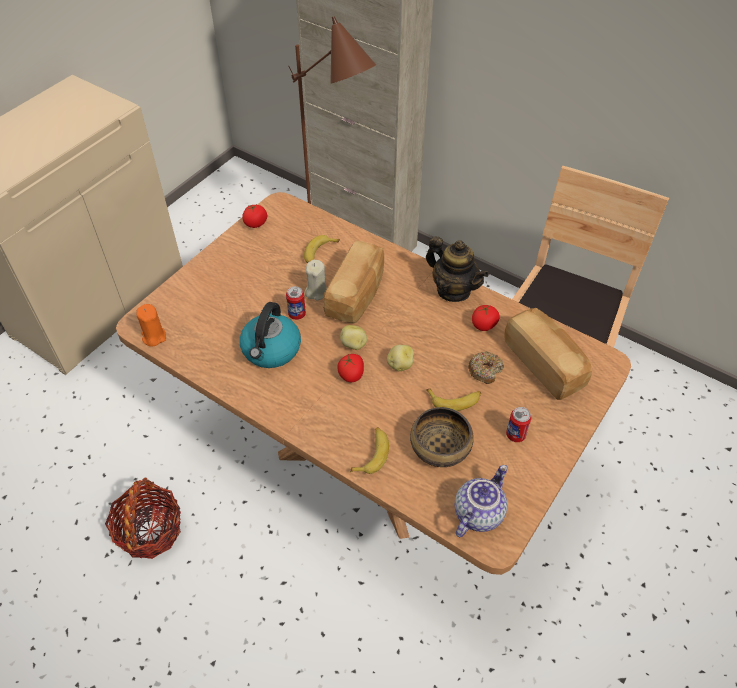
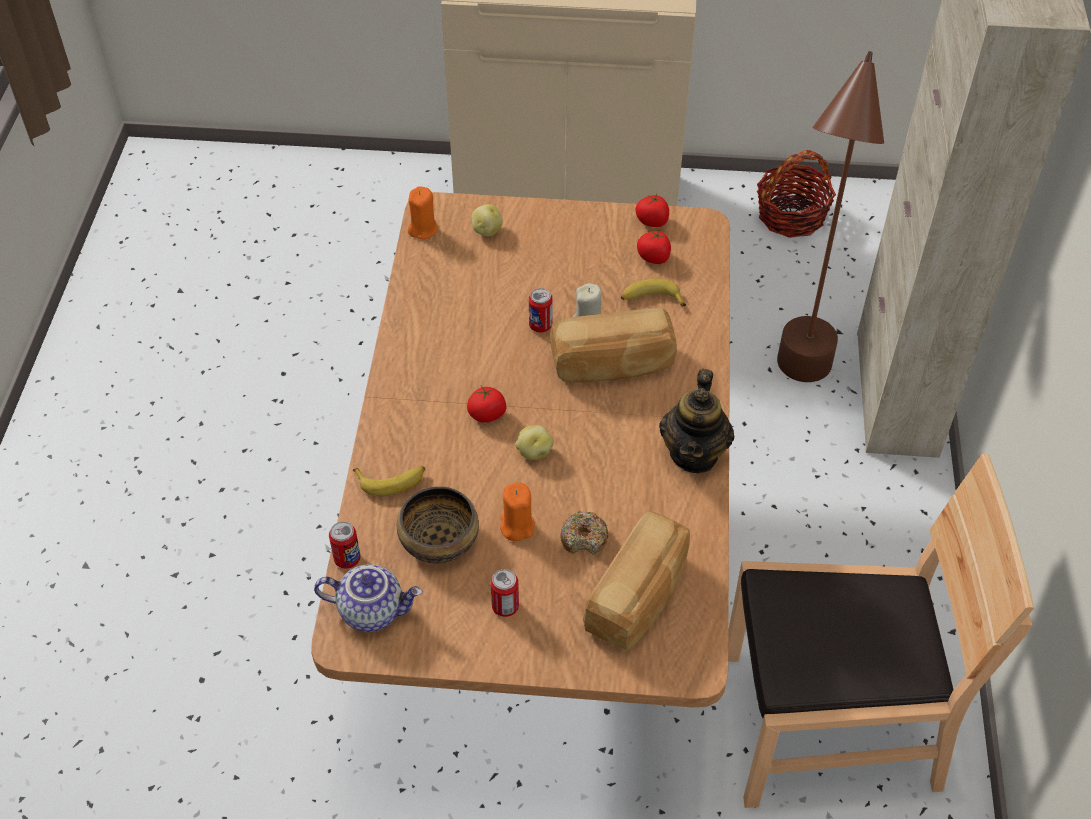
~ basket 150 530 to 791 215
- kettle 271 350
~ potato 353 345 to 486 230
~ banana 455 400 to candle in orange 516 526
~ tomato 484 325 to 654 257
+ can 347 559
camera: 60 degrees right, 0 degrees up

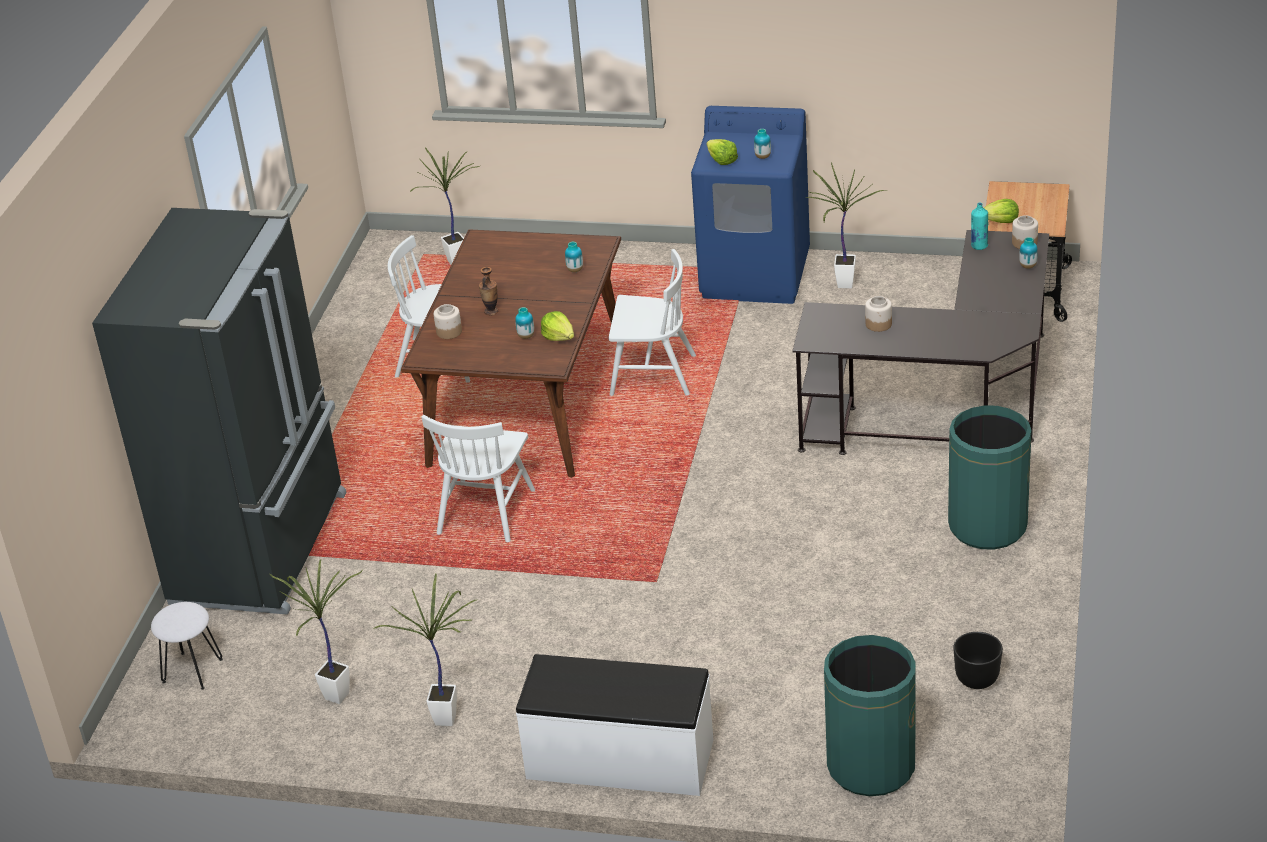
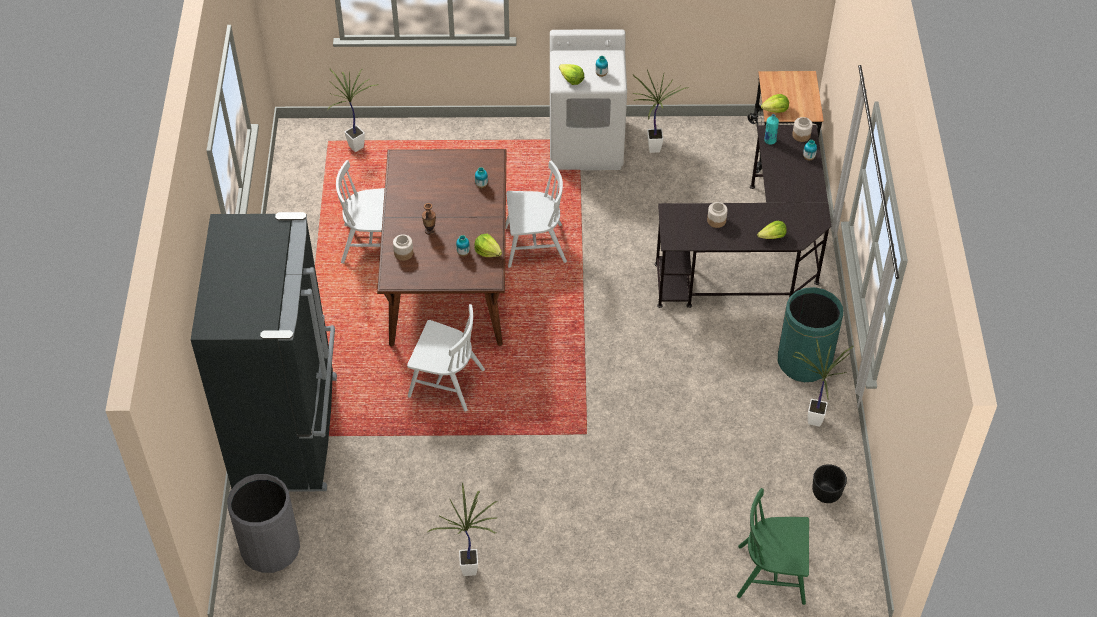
~ stool in white 193 670 to trash can in grey 271 548
~ potted plant 335 693 to 812 418
~ chair in white 485 511 = 446 382 75 degrees counterclockwise
- bench in white 619 760
~ washing machine in blue 756 275 to washing machine in white 586 144
~ trash can in green 870 766 to chair in green 772 574
+ lettuce 772 237
camera: 15 degrees left, 15 degrees up

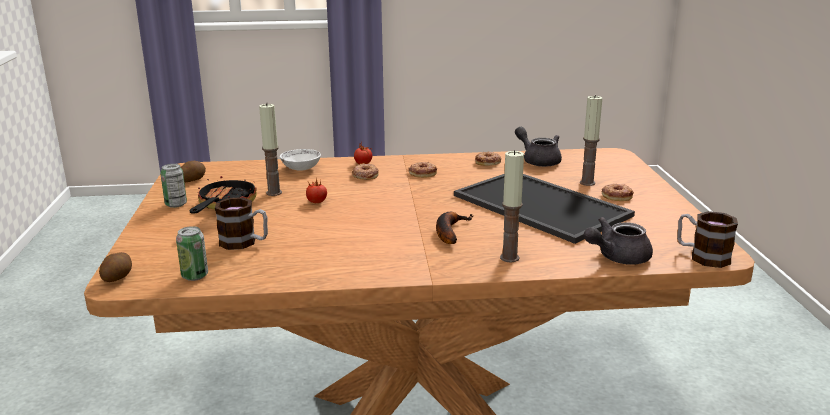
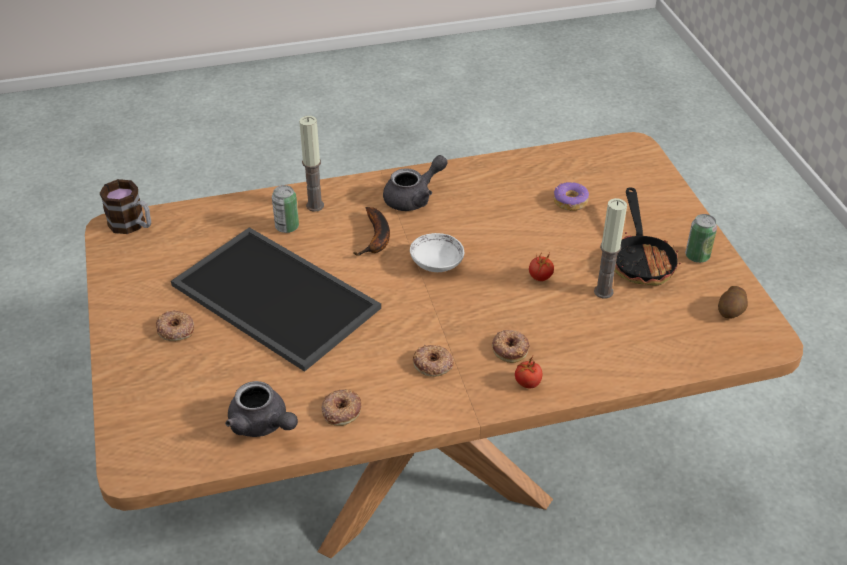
- potato 118 278
~ can 195 276 to 287 227
~ mug 244 243 to donut 570 202
~ bowl in white 301 168 to 436 264
- candle 587 183
~ teapot in grey 617 257 to 414 198
camera: 170 degrees right, 20 degrees up

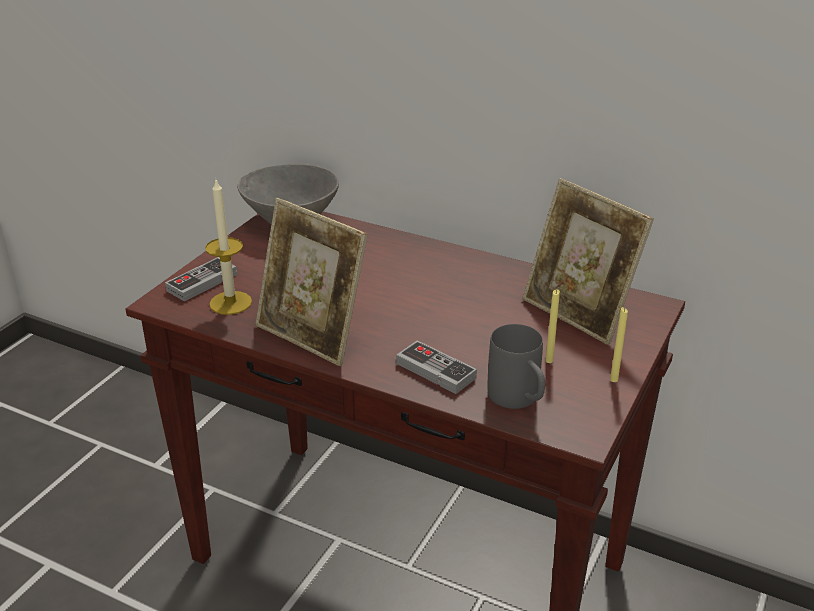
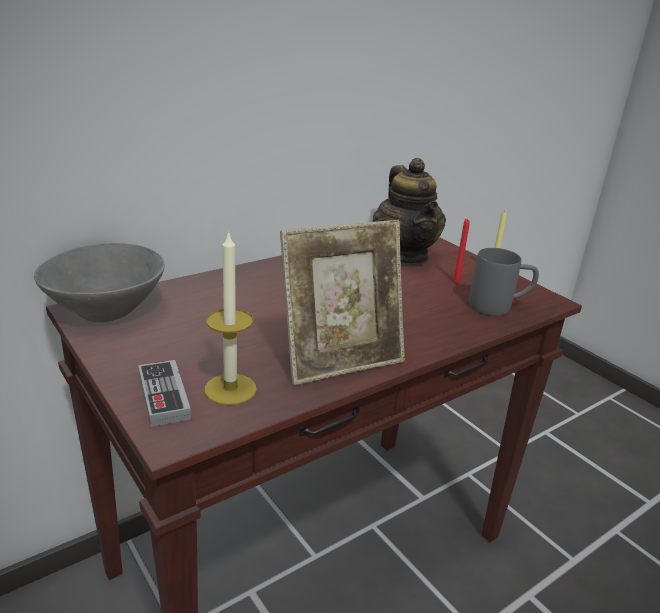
- game controller 435 371
~ picture frame 578 314 to teapot 405 255
~ candle in yellow 549 361 to candle in red 456 282
camera: 65 degrees left, 5 degrees down

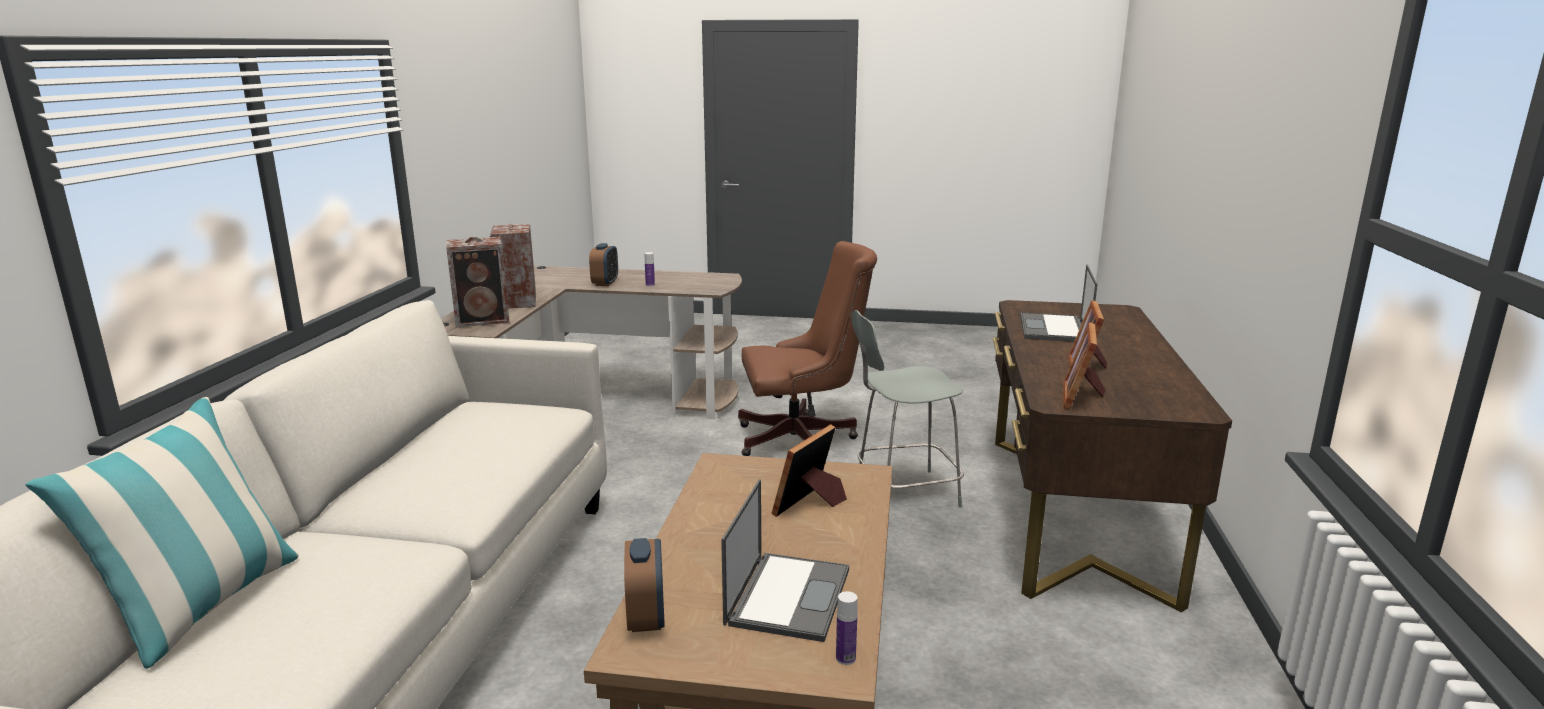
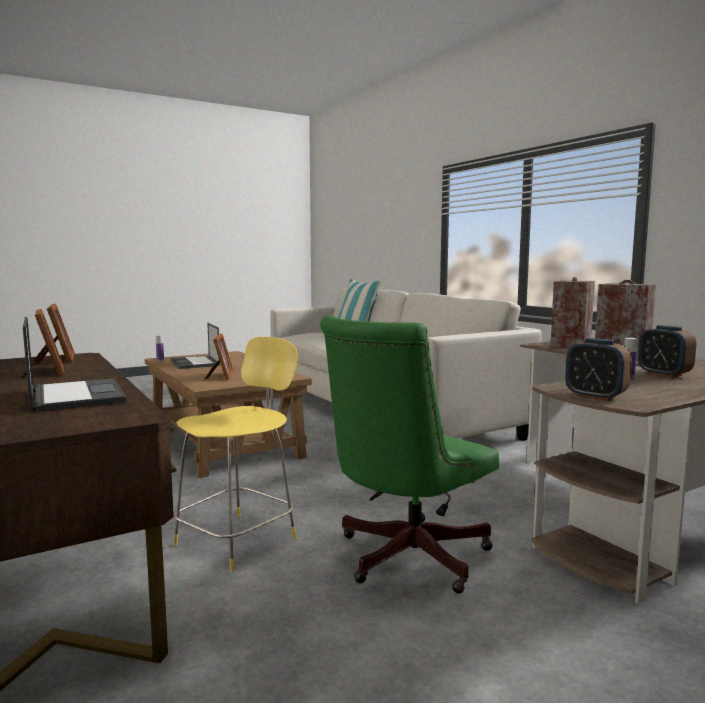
~ alarm clock 646 618 to 595 396
~ office chair in brown 803 440 to office chair in green 405 558
~ stool in grey 903 493 to stool in yellow 239 539
camera: 140 degrees right, 10 degrees down

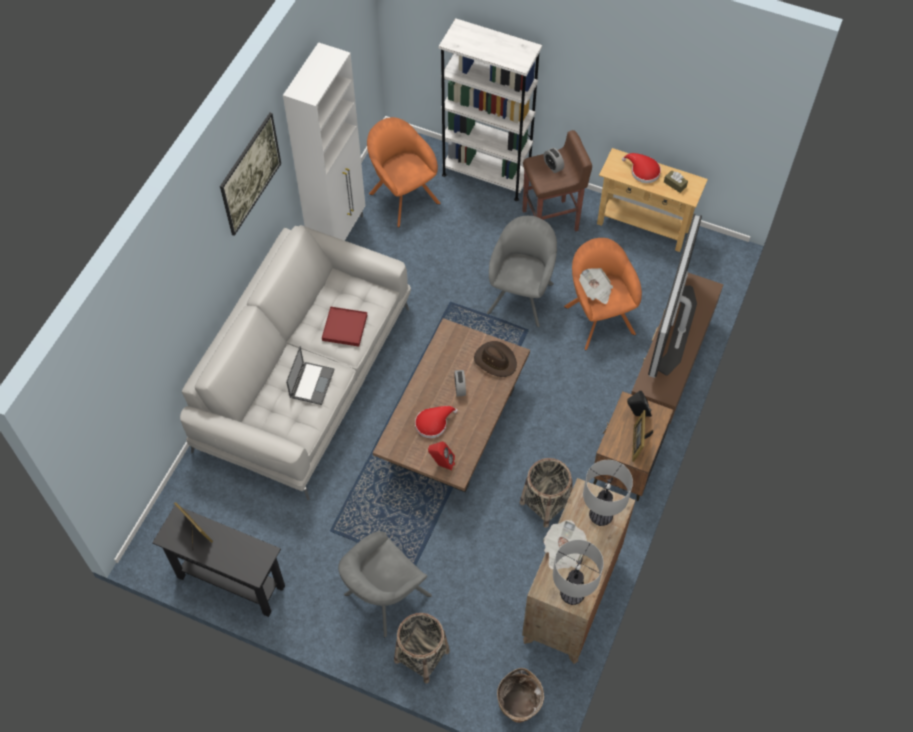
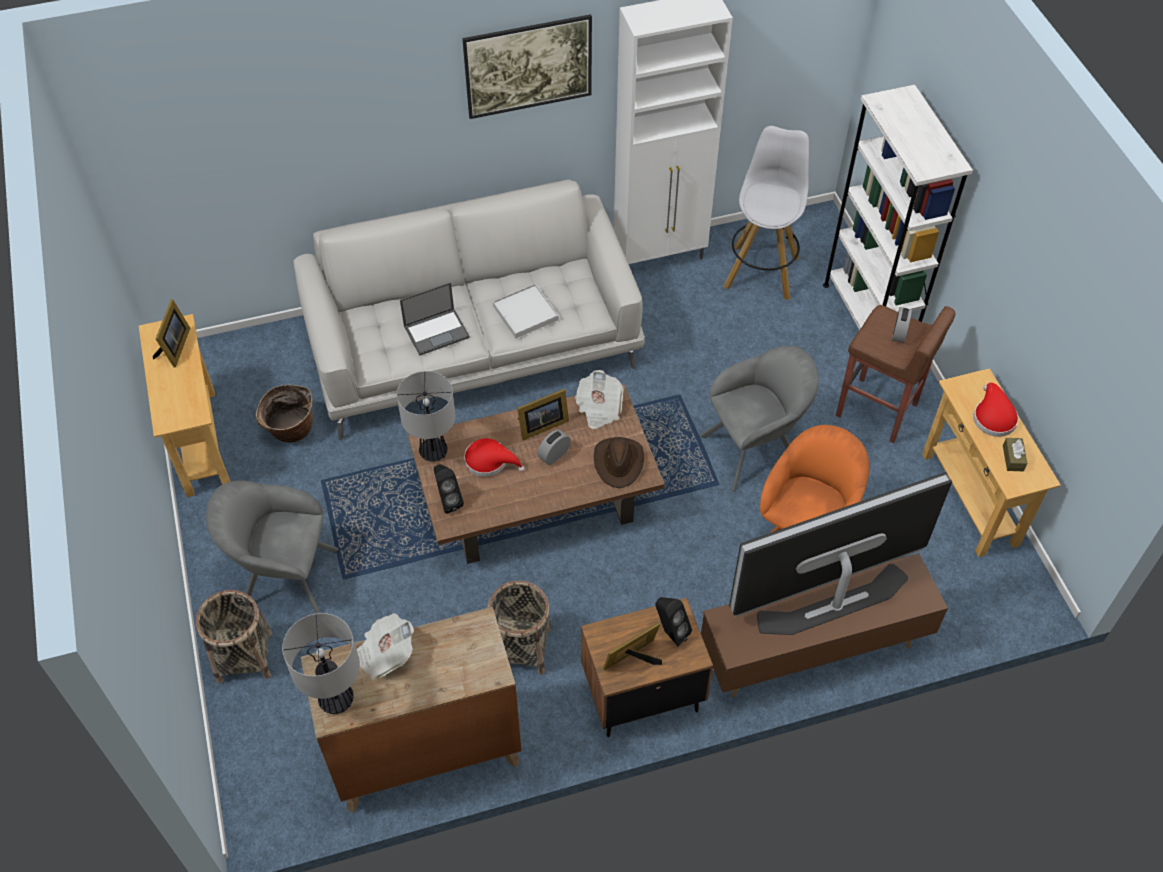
~ console table in black 231 581 to console table in beige 201 442
~ tray in red 345 327 to tray in white 525 313
~ armchair in orange 402 195 to stool in white 761 271
~ speaker in red 441 464 to speaker in black 448 501
~ basket 519 705 to 291 430
~ newspaper 595 290 to 599 408
~ table lamp 601 516 to 433 452
+ picture frame 541 426
camera: 50 degrees right, 5 degrees down

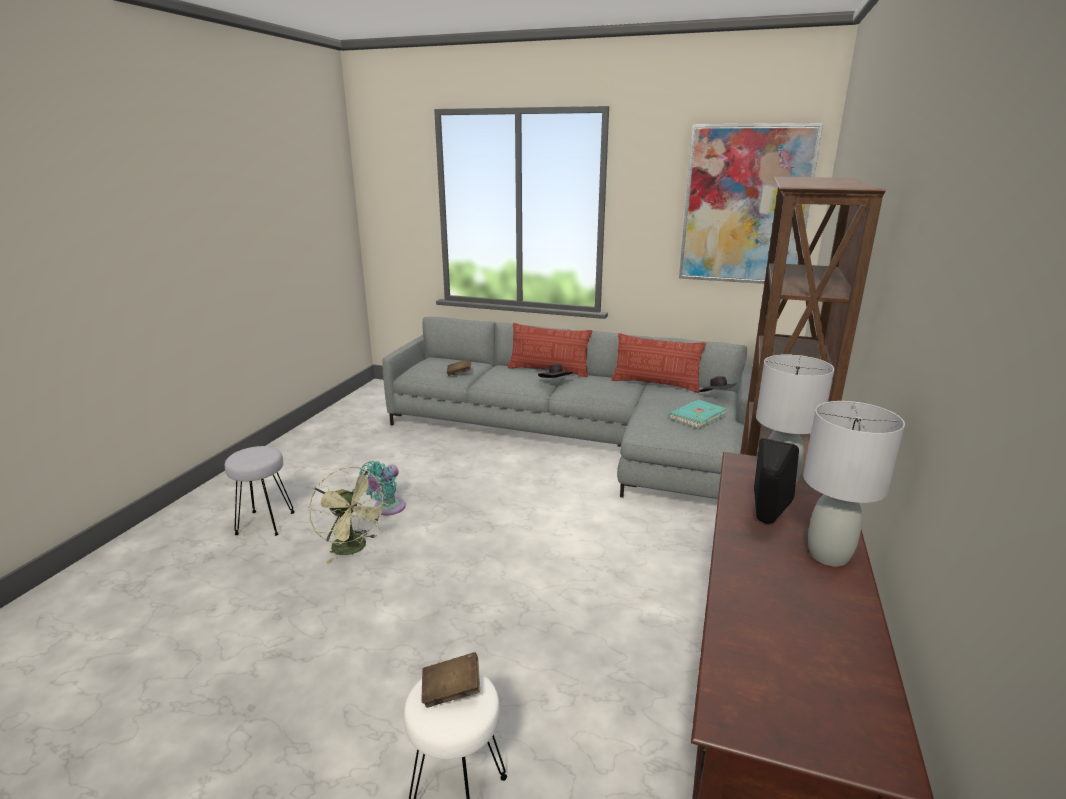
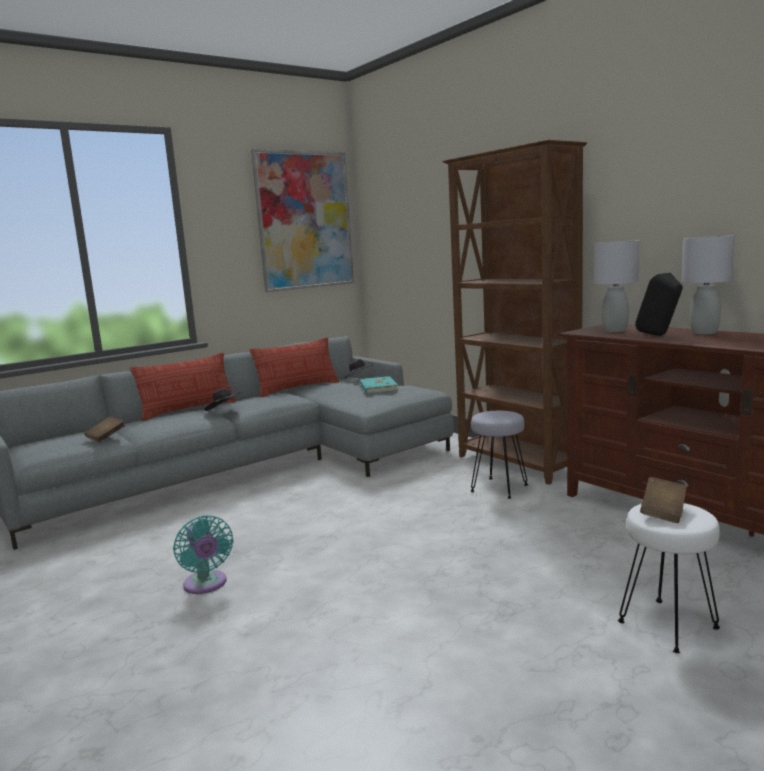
~ stool in grey 266 522 to 498 488
- fan in green 354 549
camera: 55 degrees left, 10 degrees down

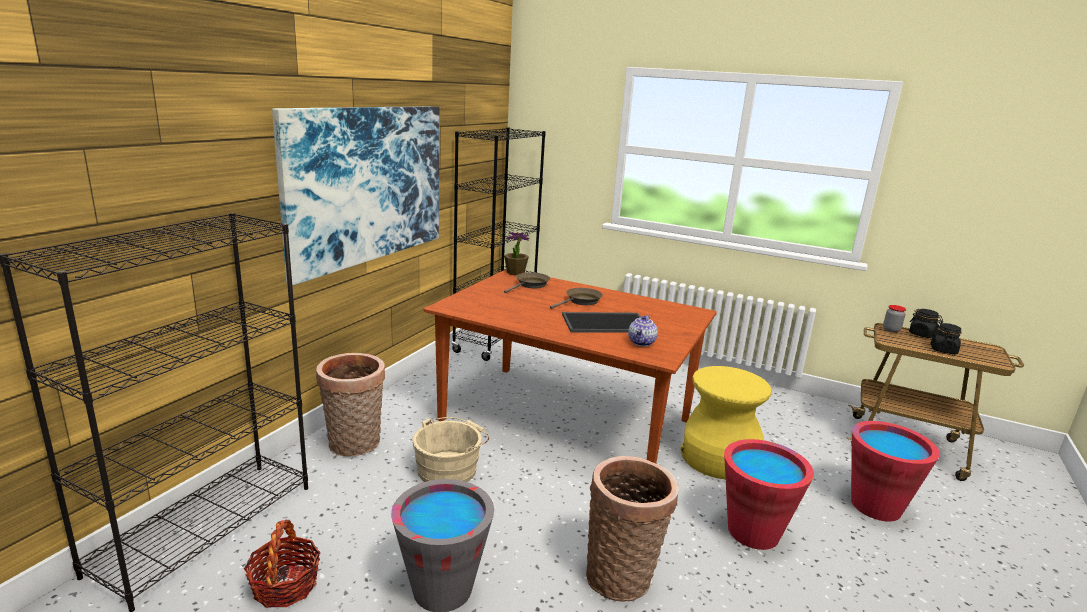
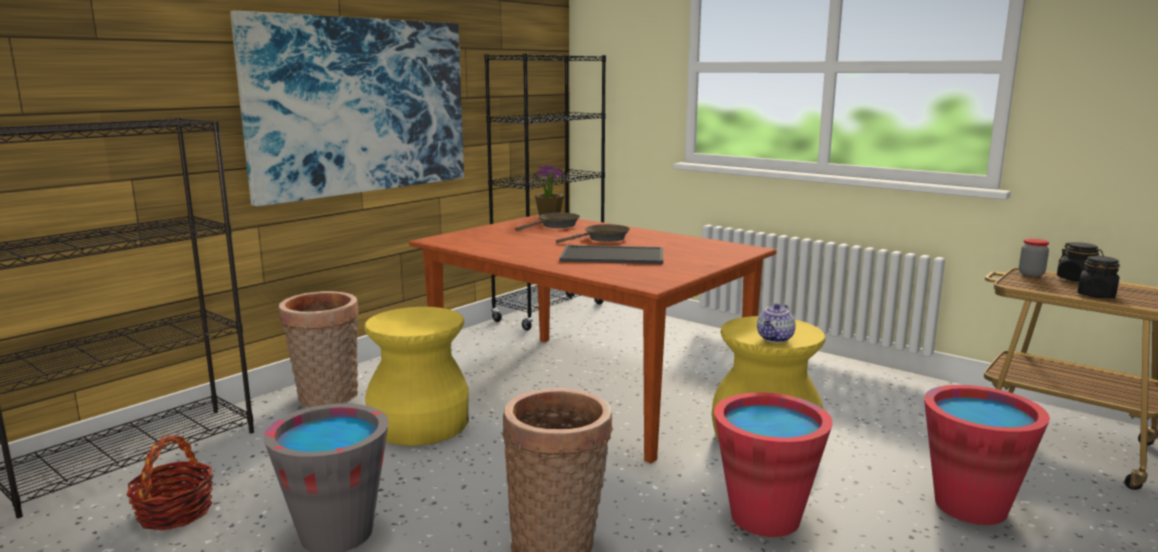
~ bucket in beige 450 468 to stool in yellow 418 425
~ teapot 642 343 to 776 339
camera: 15 degrees right, 5 degrees down

